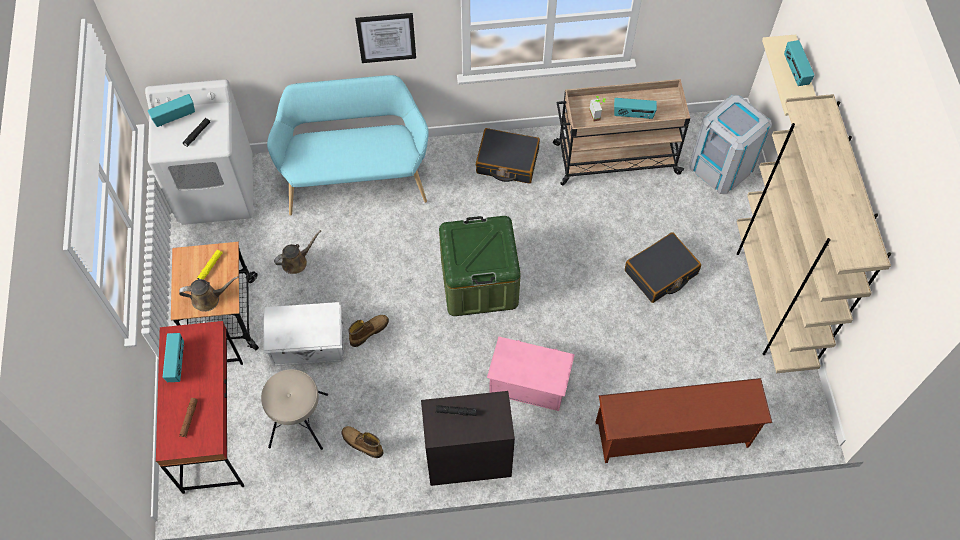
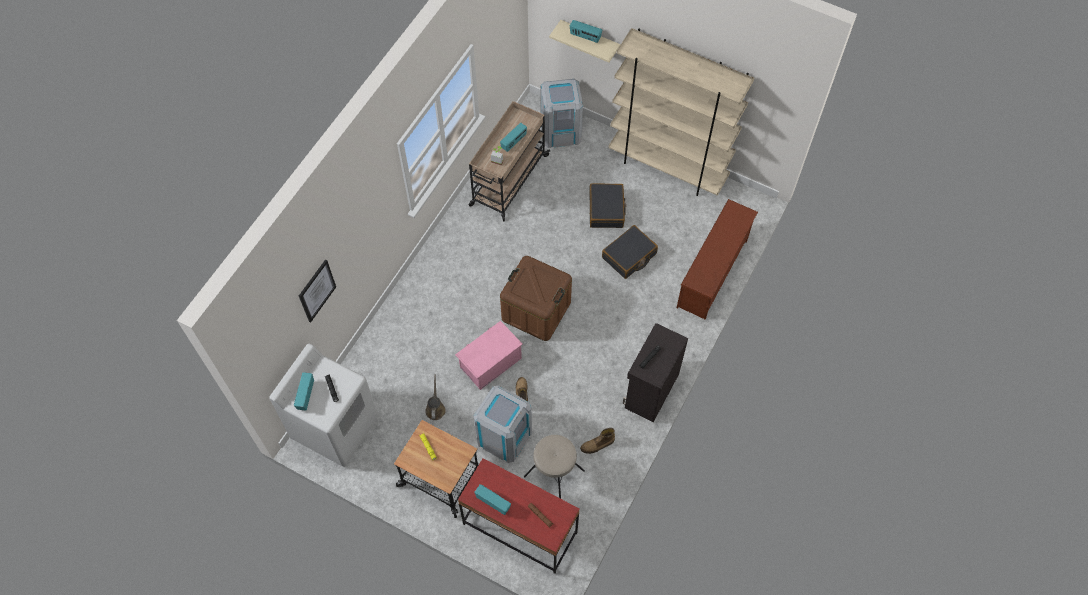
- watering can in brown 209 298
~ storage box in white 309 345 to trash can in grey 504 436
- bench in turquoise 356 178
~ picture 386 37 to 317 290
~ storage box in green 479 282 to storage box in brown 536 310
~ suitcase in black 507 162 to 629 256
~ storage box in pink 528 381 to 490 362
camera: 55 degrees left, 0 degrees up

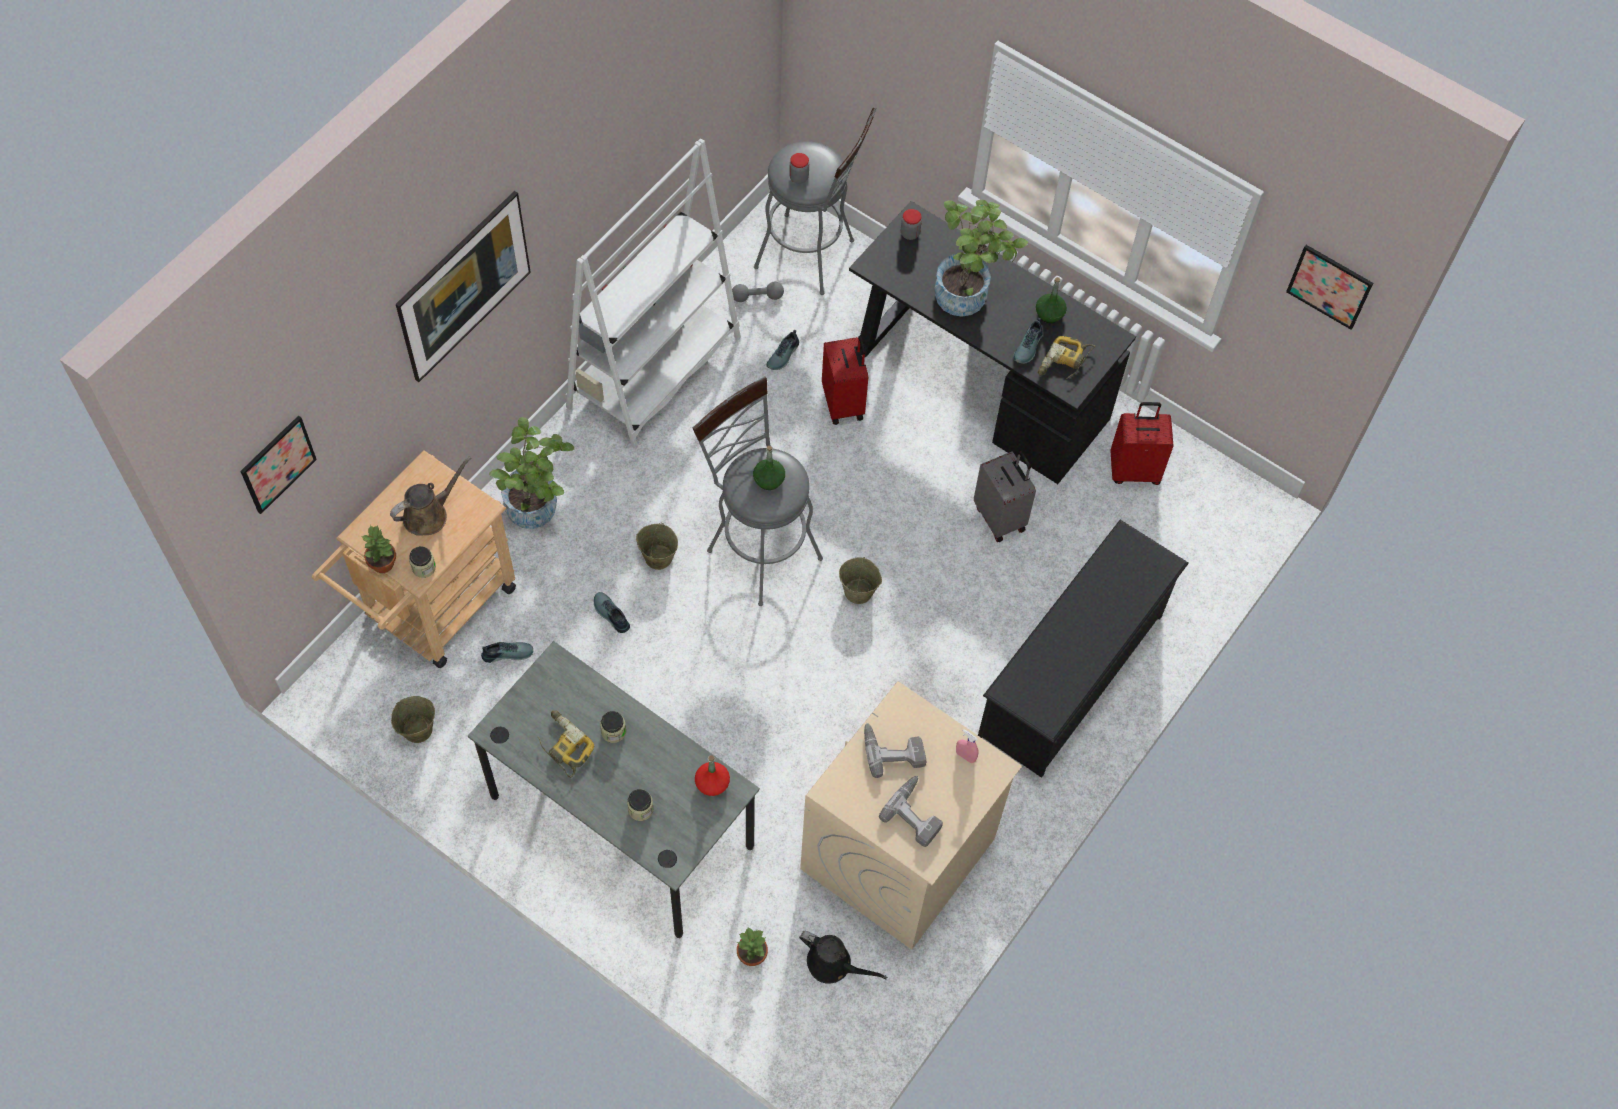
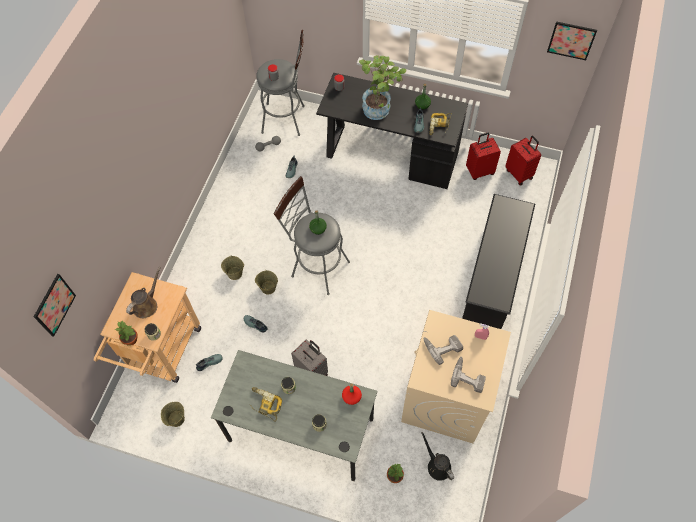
- picture 468 305
- potted plant 538 510
- bookcase in white 654 372
~ watering can in black 833 964 = 437 465 135 degrees counterclockwise
~ suitcase in red 844 403 to 519 173
~ bucket in beige 859 592 to 235 273
~ suitcase in grey 1001 517 to 312 371
camera: 15 degrees left, 0 degrees up

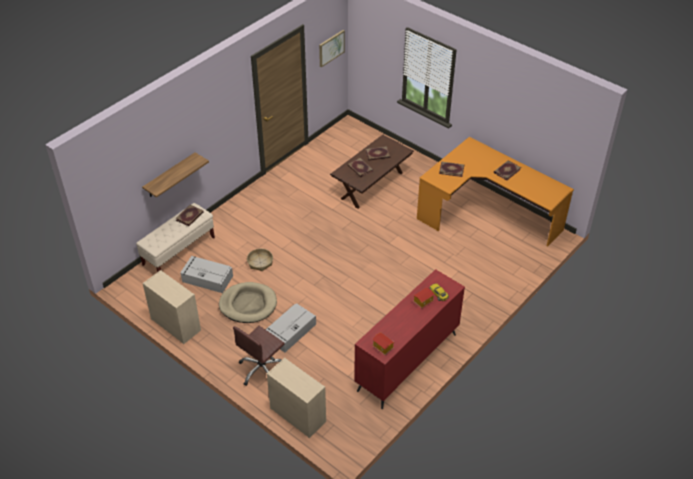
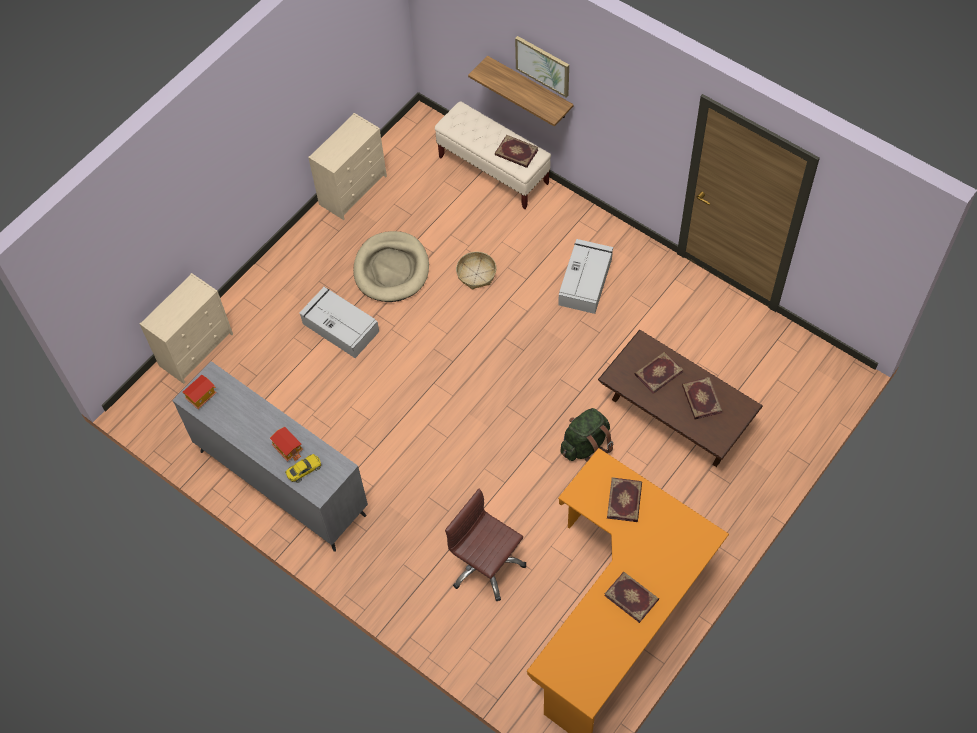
~ storage box in grey 207 278 to 585 281
~ office chair in brown 262 369 to 486 566
~ picture 331 48 to 543 65
~ dresser in red 406 362 to dresser in grey 282 482
+ backpack in green 585 446
camera: 90 degrees right, 15 degrees up

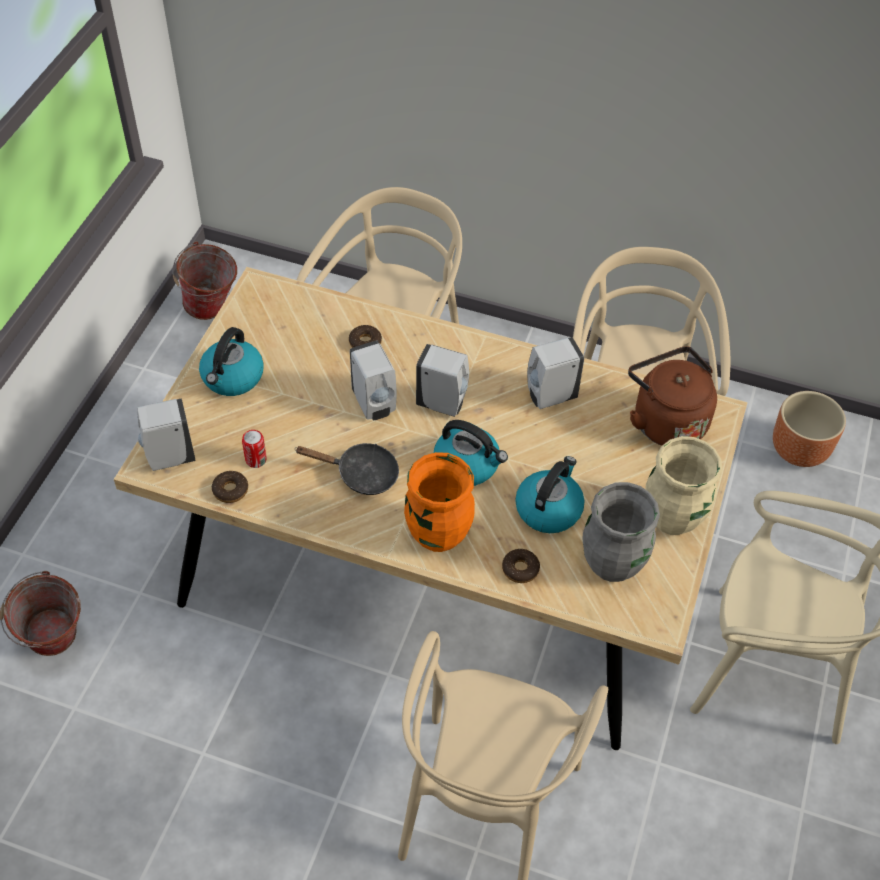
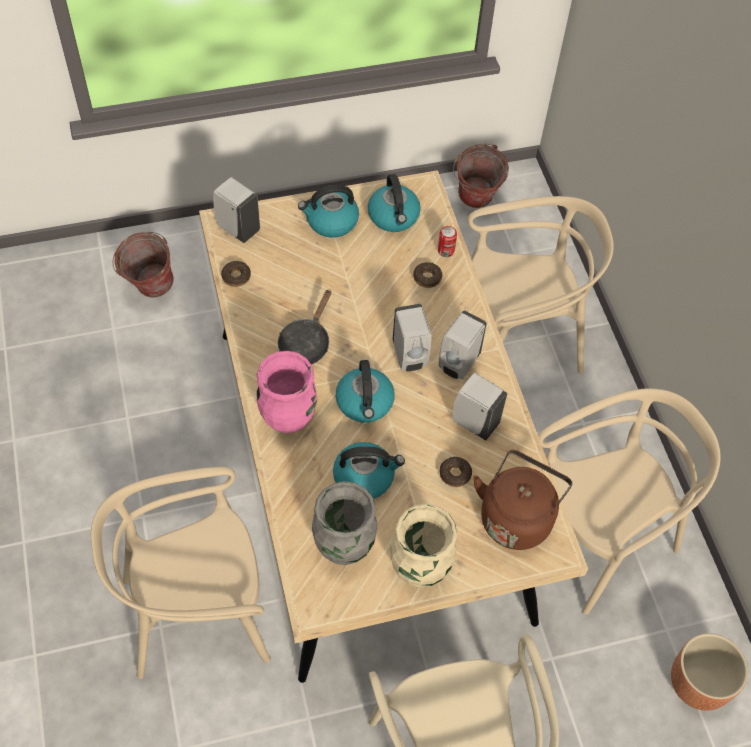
~ can 256 460 to 445 251
~ frying pan in black 361 474 = 306 342 45 degrees clockwise
~ soap dispenser in white 374 405 to 458 364
~ vase in orange 438 534 to vase in pink 288 418
~ donut 520 569 to 455 474
+ kettle 394 217
camera: 55 degrees right, 5 degrees up

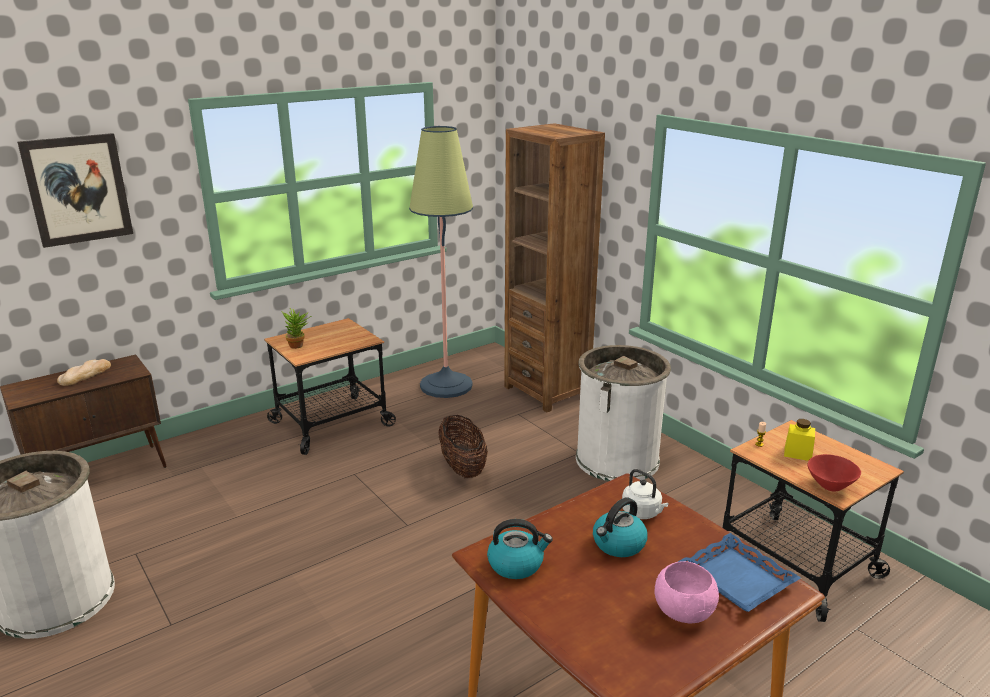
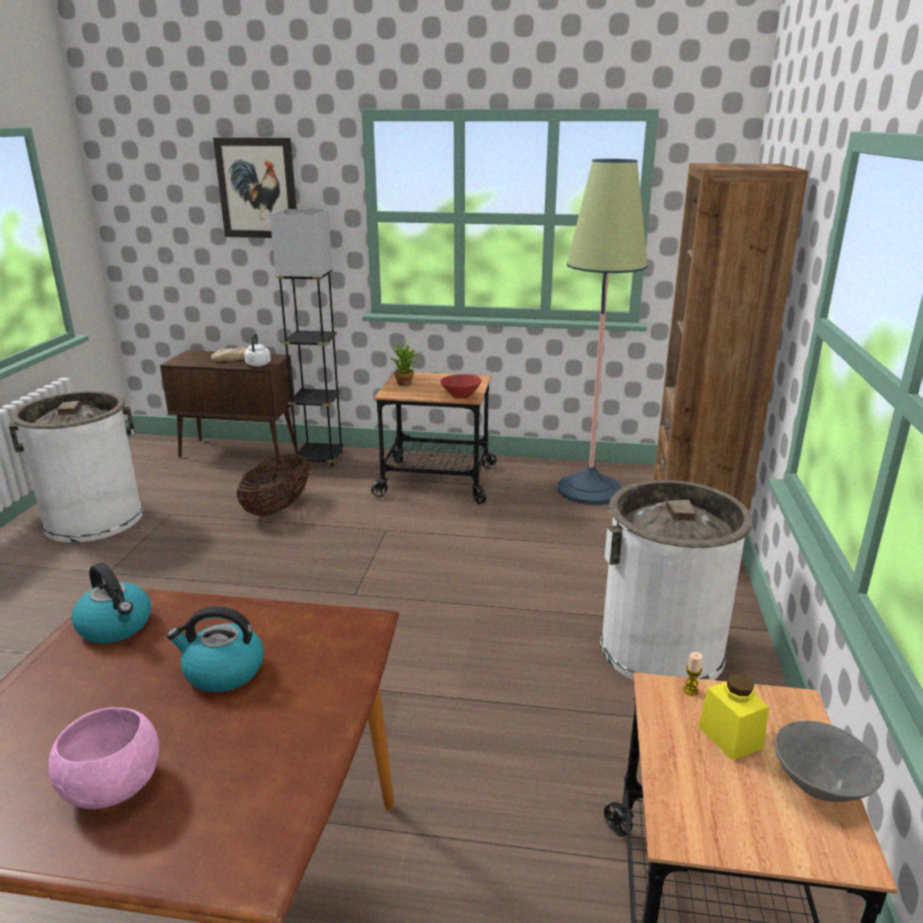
~ basket 462 467 to 277 508
~ kettle in white 642 513 to 258 365
- tray in blue 737 578
~ bowl in red 830 486 to 460 396
+ floor lamp in grey 320 459
+ bowl in grey 820 787
camera: 45 degrees right, 0 degrees up

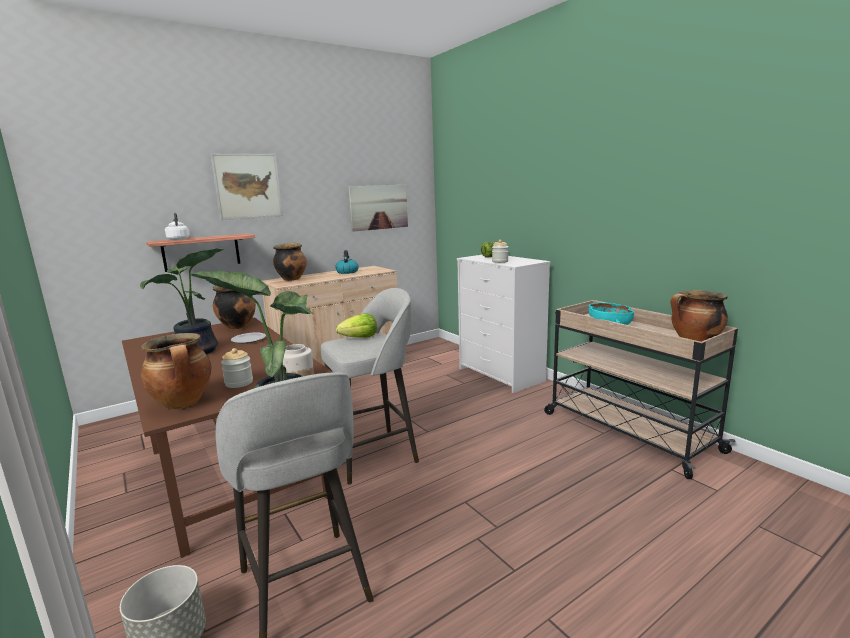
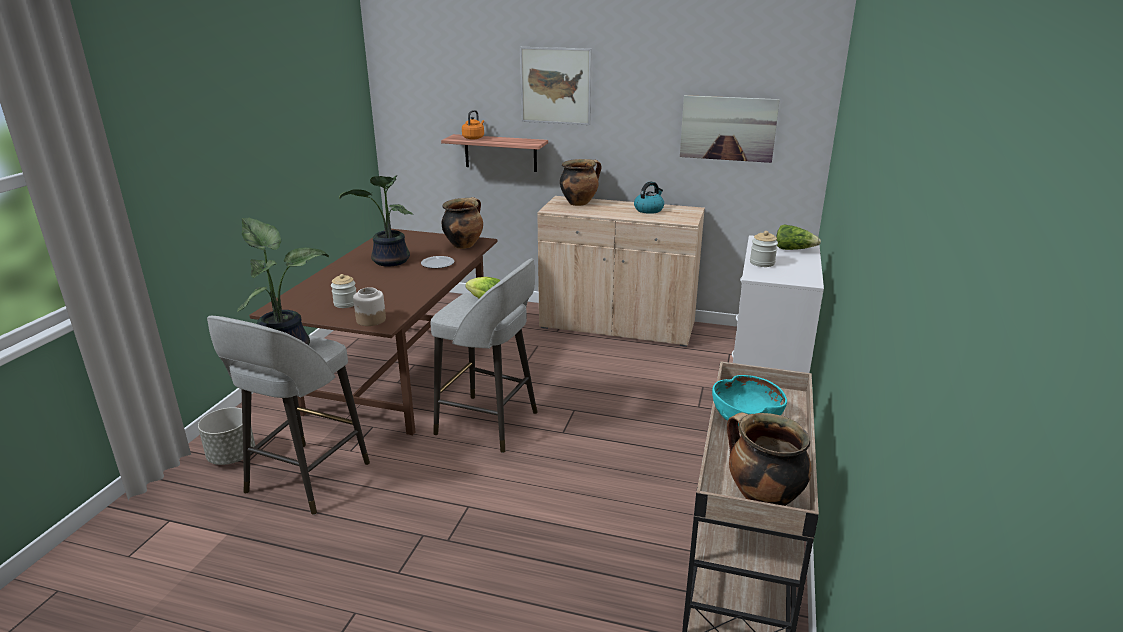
- cooking pot 184 403
~ kettle in white 178 239 to kettle in orange 474 138
camera: 50 degrees right, 10 degrees up

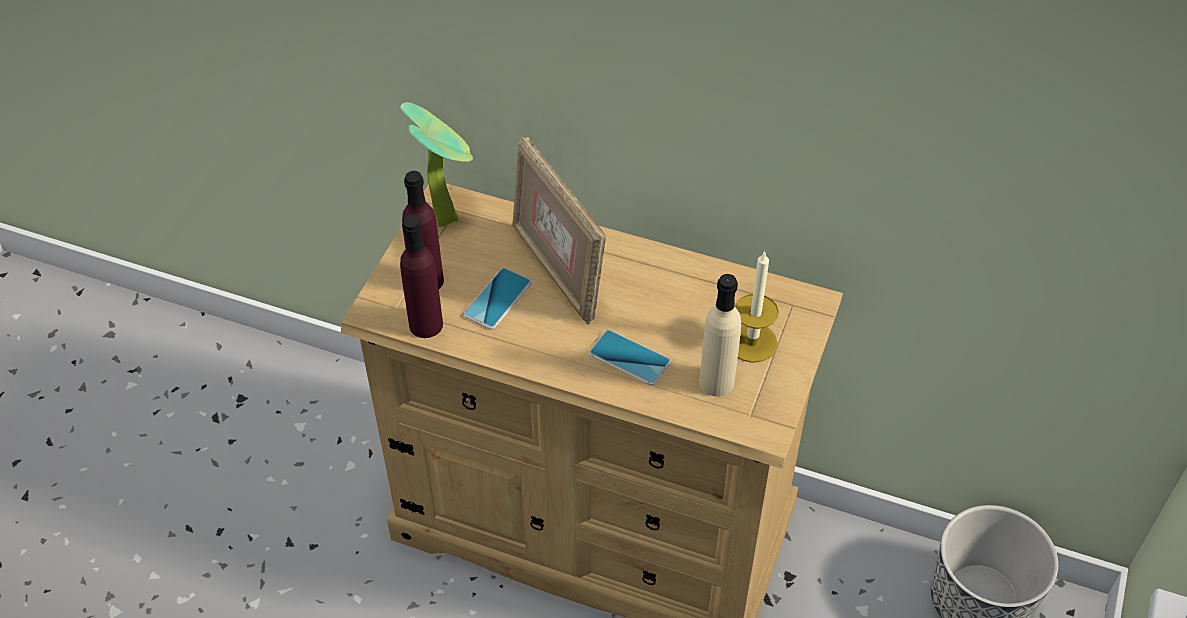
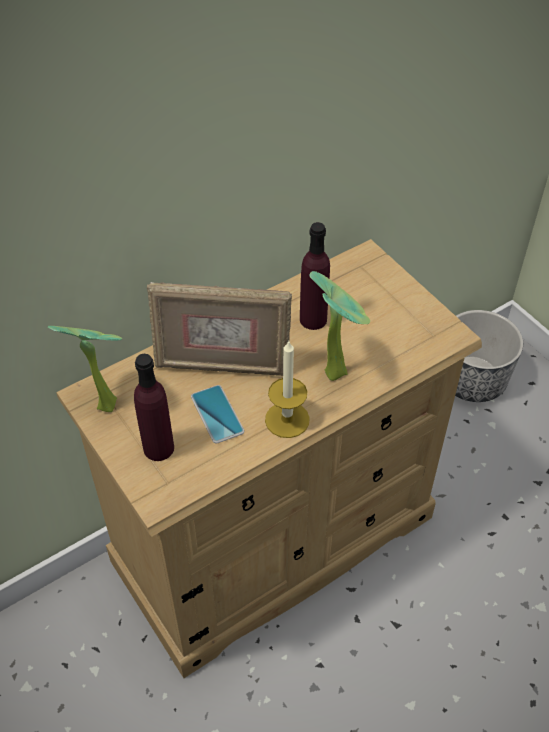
~ bottle in purple 426 324 to 313 319
~ phone 629 358 to potted plant 336 370
- bottle in beige 716 382
~ candle 752 342 to 287 419
camera: 55 degrees left, 0 degrees up

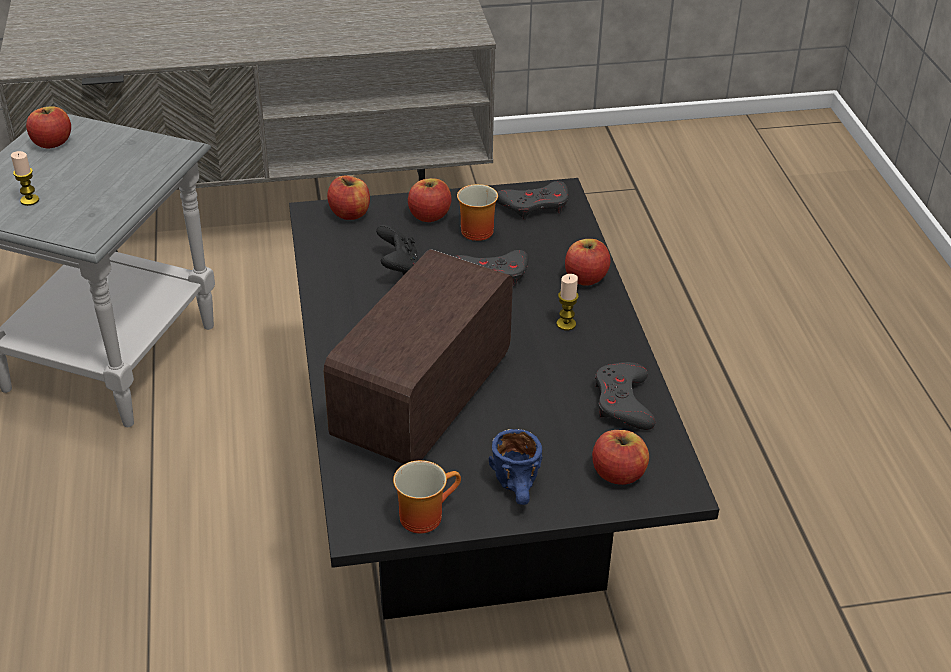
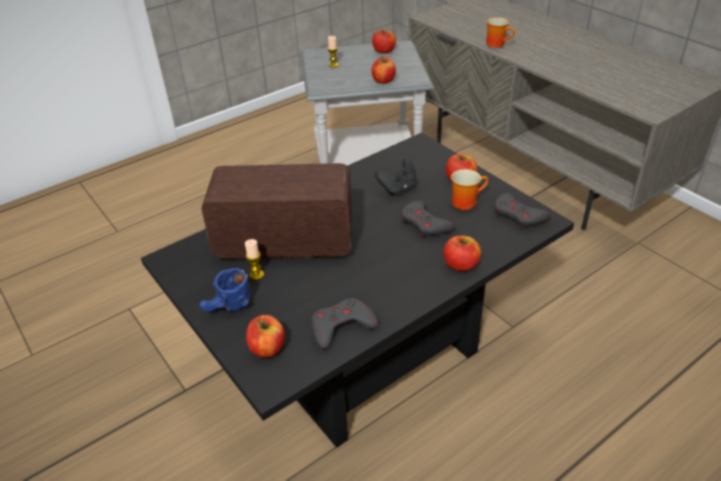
~ apple 350 213 to 383 81
~ mug 424 514 to 497 44
~ candle 566 324 to 256 275
camera: 65 degrees right, 0 degrees up

